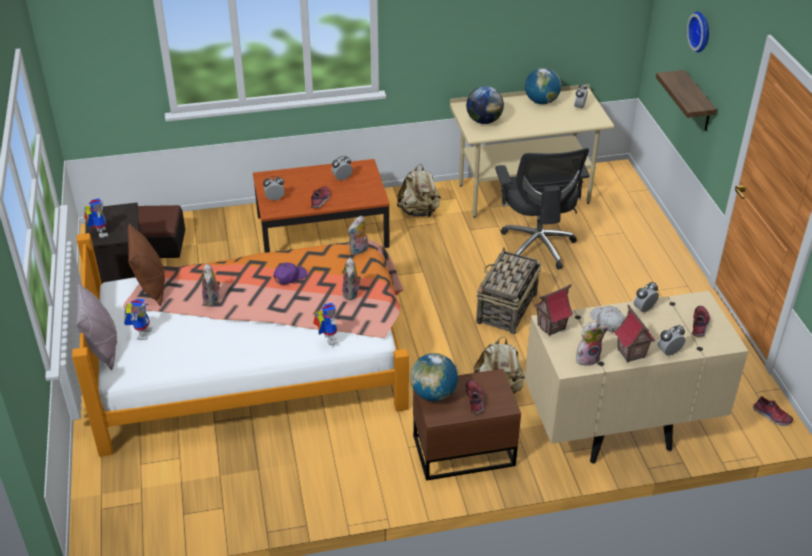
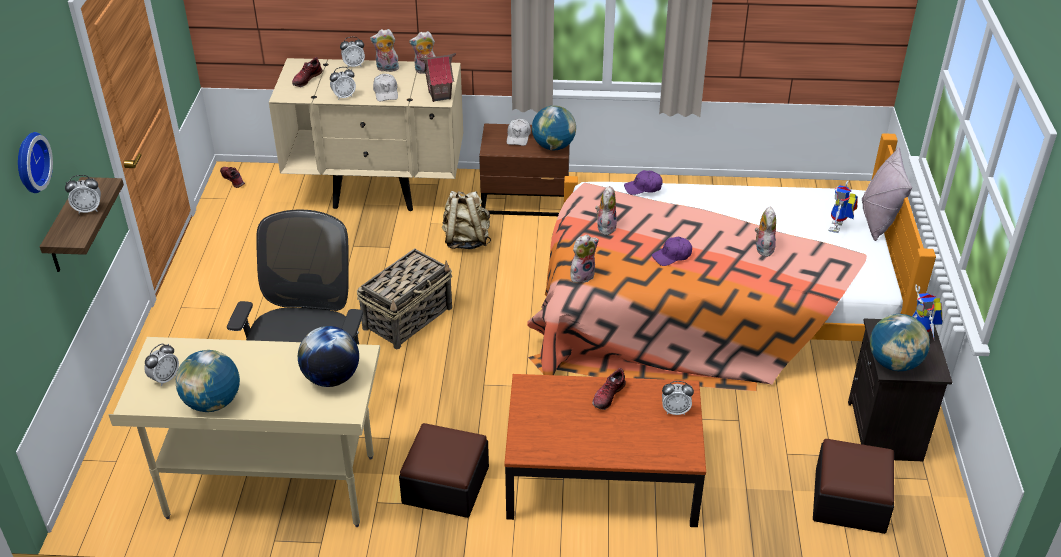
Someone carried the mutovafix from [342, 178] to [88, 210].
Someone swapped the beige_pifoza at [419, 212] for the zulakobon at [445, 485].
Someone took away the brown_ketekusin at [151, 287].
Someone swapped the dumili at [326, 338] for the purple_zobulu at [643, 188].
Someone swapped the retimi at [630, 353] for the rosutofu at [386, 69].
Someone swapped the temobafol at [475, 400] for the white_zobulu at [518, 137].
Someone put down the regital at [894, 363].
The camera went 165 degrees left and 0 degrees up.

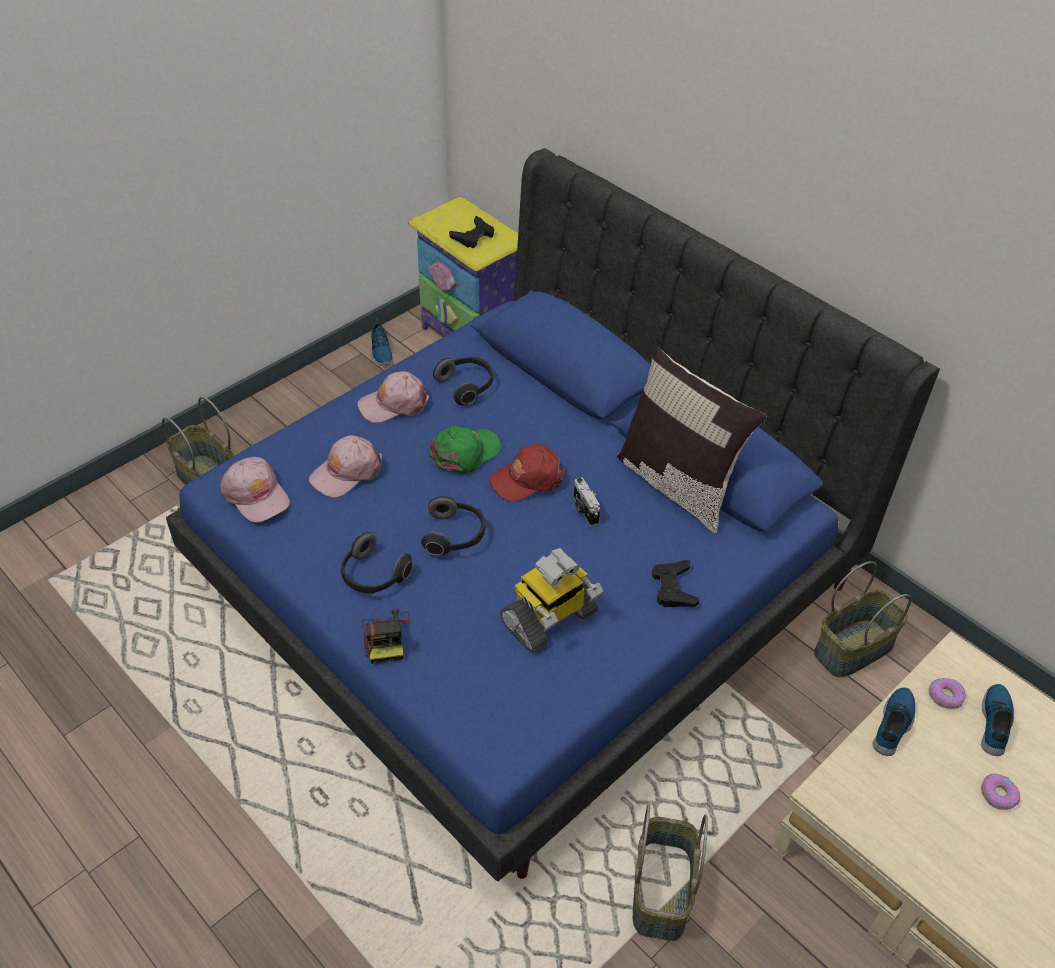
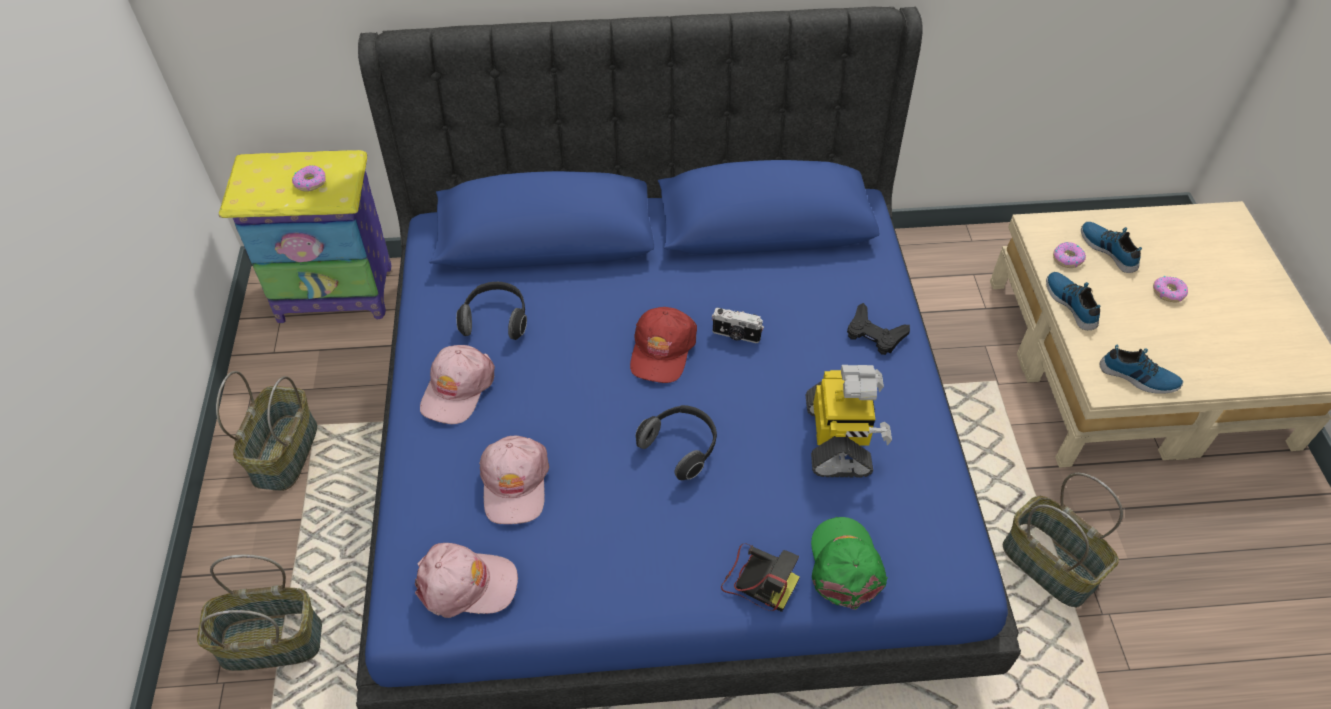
Someone swapped the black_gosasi at [473, 236] for the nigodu at [310, 182].
Someone carried the temobafol from [380, 351] to [1138, 377].
Someone took away the ketekusin at [678, 485].
Someone carried the green_zobulu from [465, 453] to [845, 565].
Someone took away the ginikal at [373, 576].
Someone carried the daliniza from [853, 647] to [284, 452].
The camera went 50 degrees left and 5 degrees up.

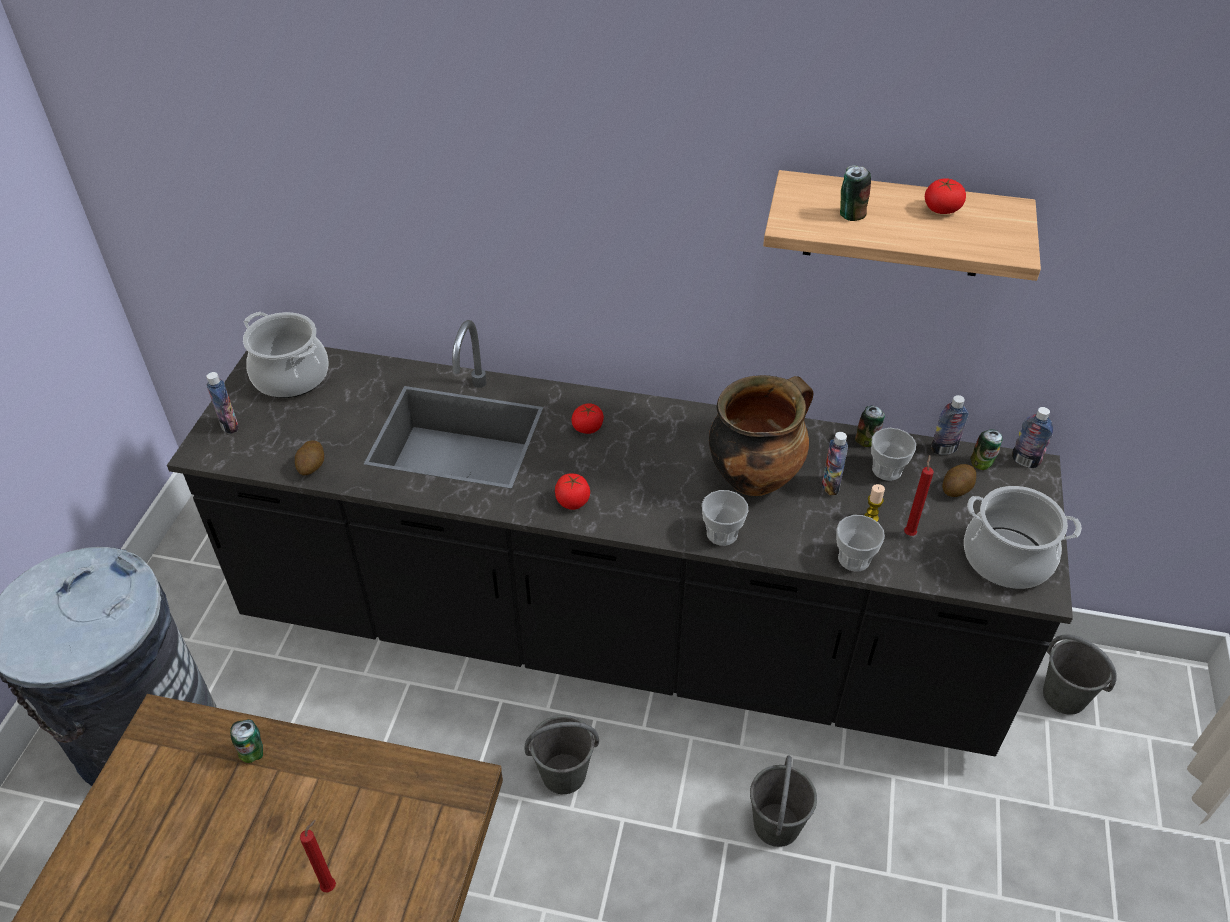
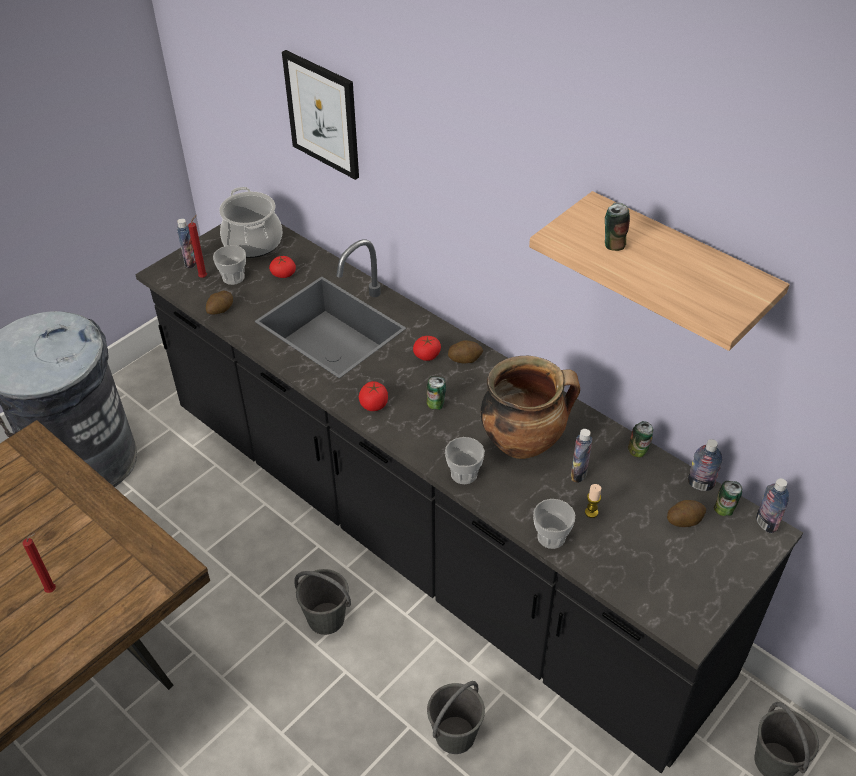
Someone carried the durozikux from [941, 209] to [283, 274].
Someone carried the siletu from [887, 470] to [233, 277].
Someone carried the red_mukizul from [909, 533] to [204, 276].
Someone took away the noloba at [1007, 558].
Someone carried the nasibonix from [253, 754] to [436, 405].
Someone put up the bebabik at [323, 114].
Someone put down the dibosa at [465, 359].
The camera went 30 degrees right and 0 degrees up.

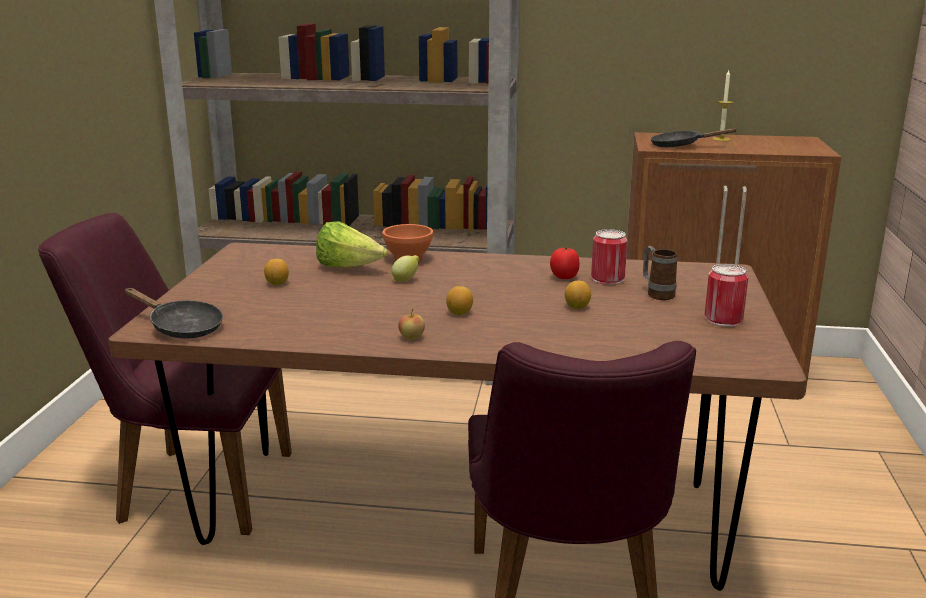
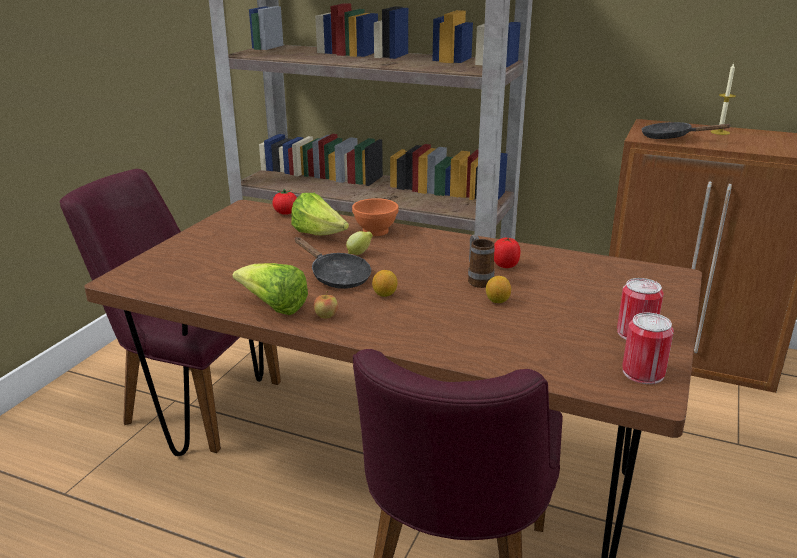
Someone carried the nasibonix from [607, 279] to [643, 373].
Someone carried the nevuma from [657, 294] to [478, 280].
Someone took away the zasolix at [277, 283].
Someone carried the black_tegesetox from [181, 327] to [336, 277].
Someone put down the durozikux at [286, 213].
Someone put down the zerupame at [274, 307].
The camera went 15 degrees right and 5 degrees up.

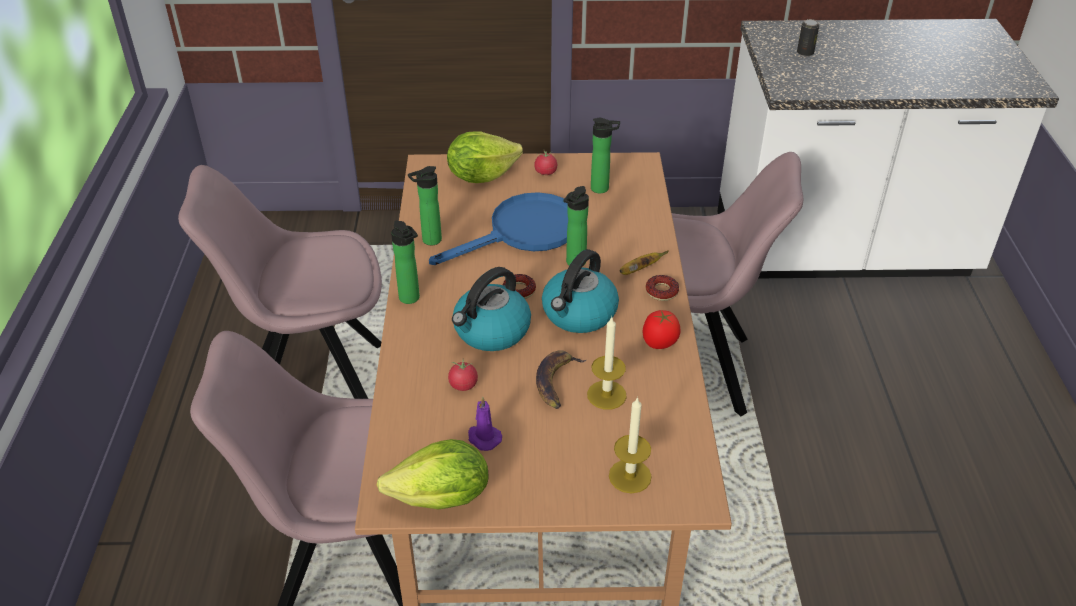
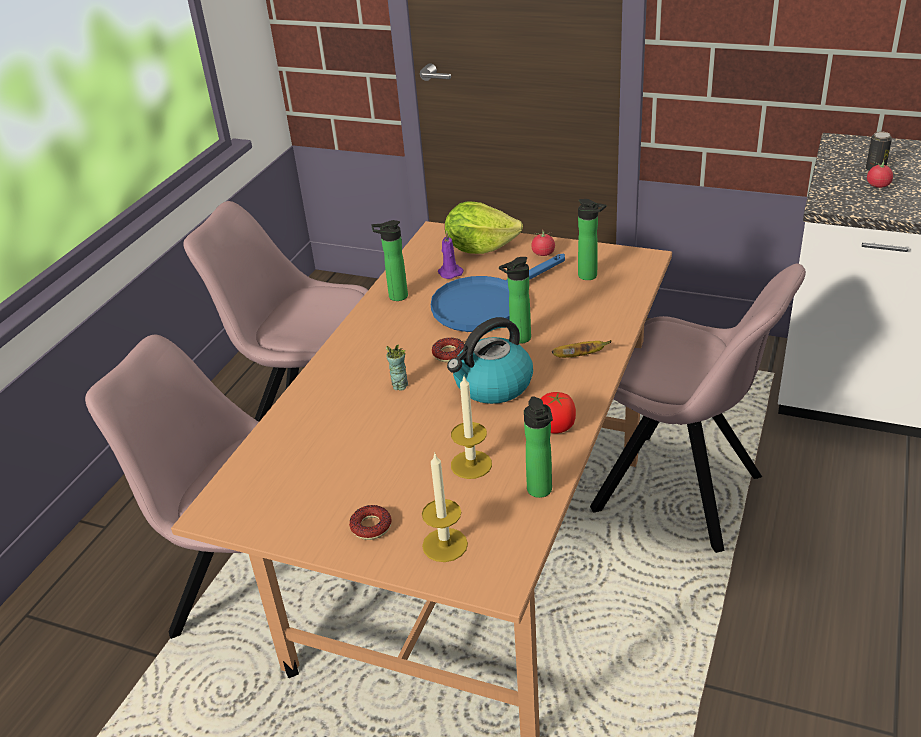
Someone rotated the blue_tegesetox at [524, 233] by 150 degrees clockwise.
Someone carried the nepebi from [411, 299] to [540, 492].
Someone swapped the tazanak at [491, 331] for the siletu at [399, 385].
Someone carried the nigodu from [661, 291] to [371, 527].
Someone took away the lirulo at [556, 381].
Someone carried the durozikux from [463, 385] to [878, 186].
Someone carried the purple_mukizul from [483, 438] to [449, 272].
Someone took away the zerupame at [442, 499].
The camera went 25 degrees right and 5 degrees down.

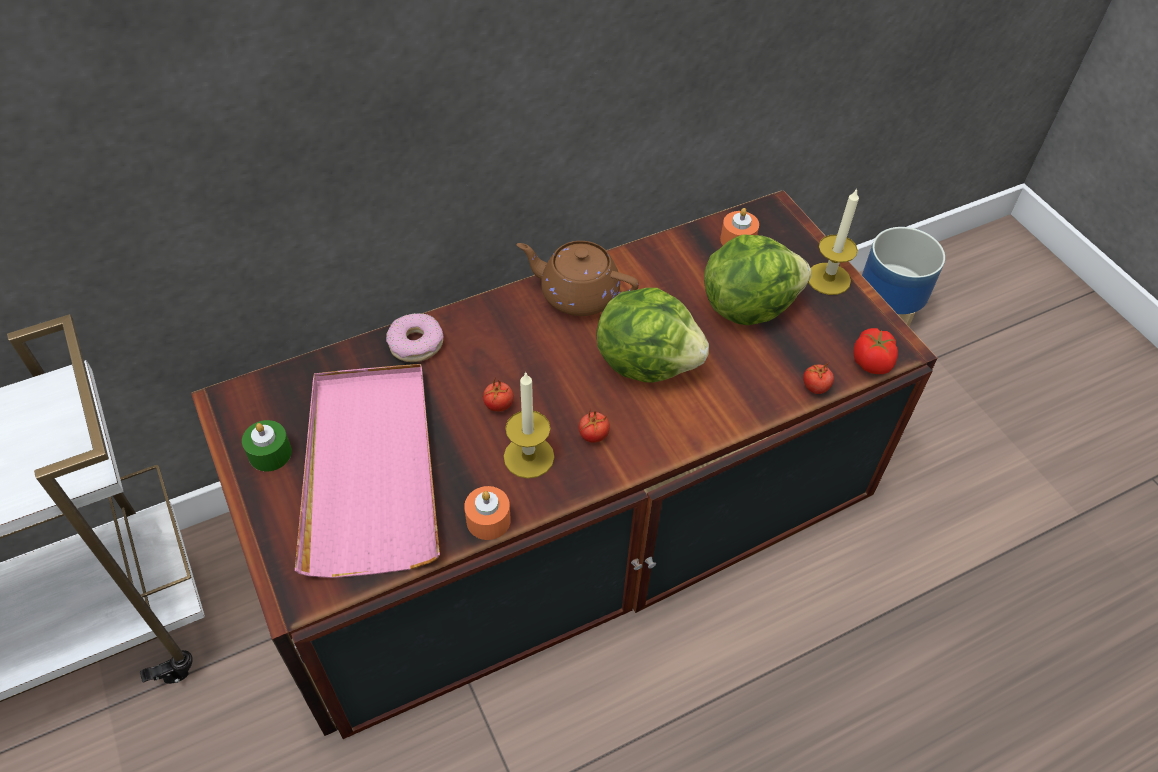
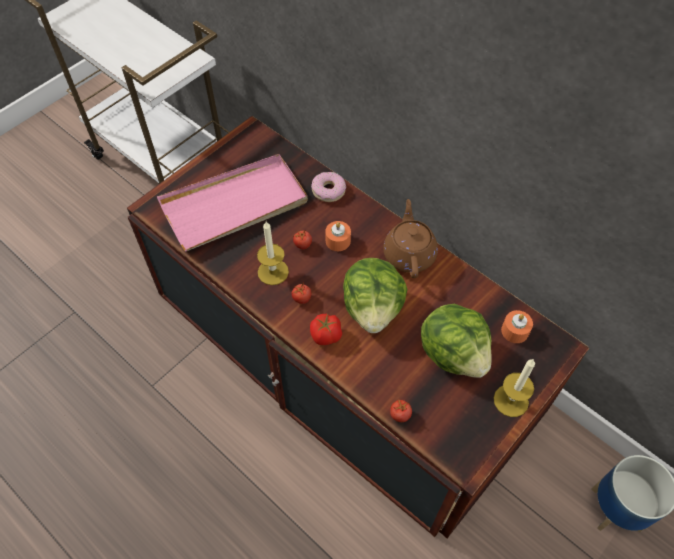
Someone carried the durozikux from [871, 363] to [326, 335].
Someone took away the green_mukizul at [270, 453].
Someone carried the orange_mukizul from [488, 520] to [338, 241].
The camera went 70 degrees right and 5 degrees up.

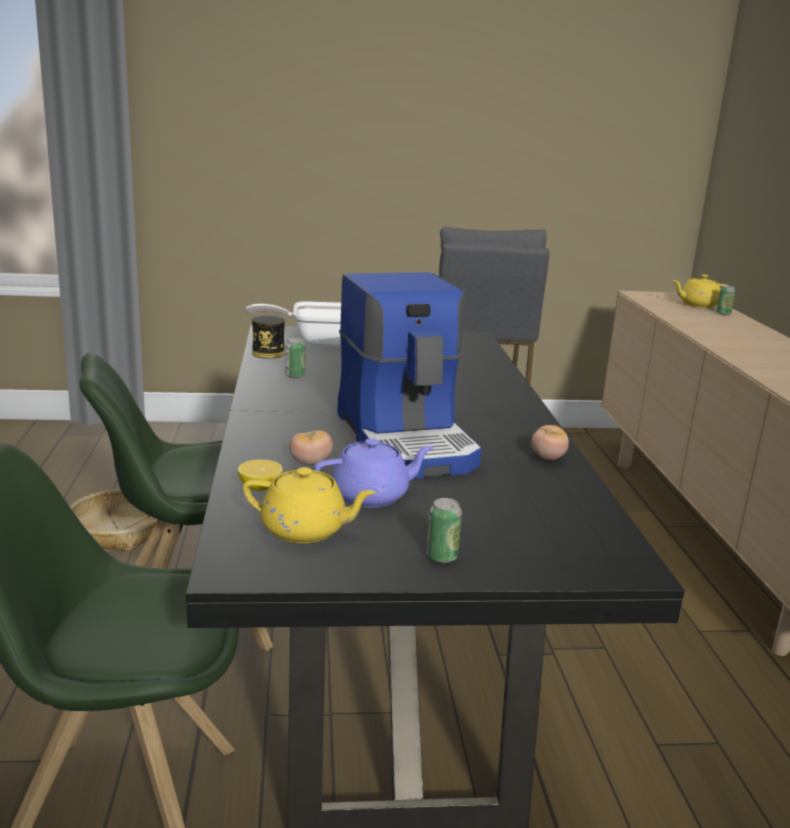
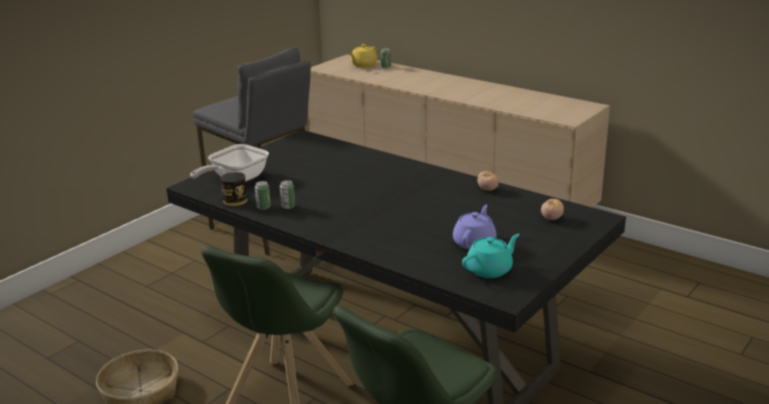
Someone took away the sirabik at [407, 440].
Someone carried the durozikux from [310, 463] to [551, 218].
Someone took away the zasolix at [260, 487].
Someone repainted the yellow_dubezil at [306, 530], which became the turquoise_dubezil at [490, 269].
Someone carried the nasibonix from [442, 557] to [263, 207].
The camera went 45 degrees left and 5 degrees up.

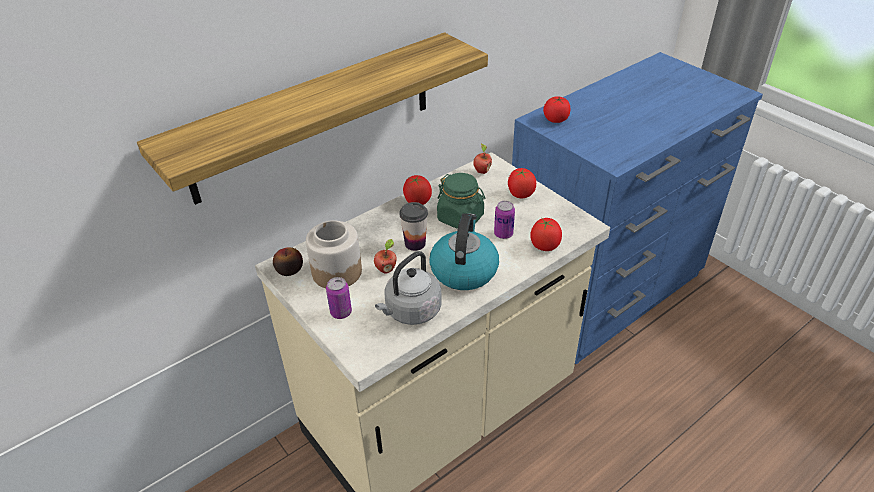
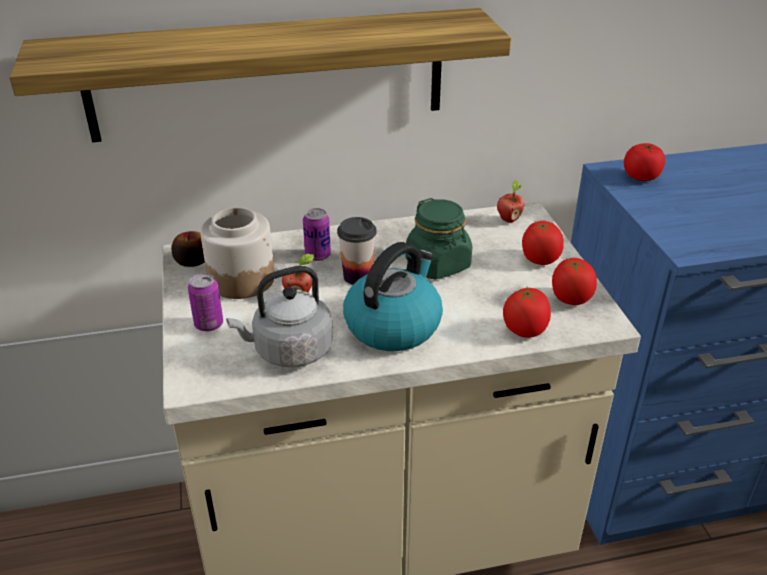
Someone carried the durozikux from [417, 202] to [570, 299].
Someone carried the nasibonix from [503, 234] to [318, 255].
The camera went 25 degrees right and 5 degrees down.

